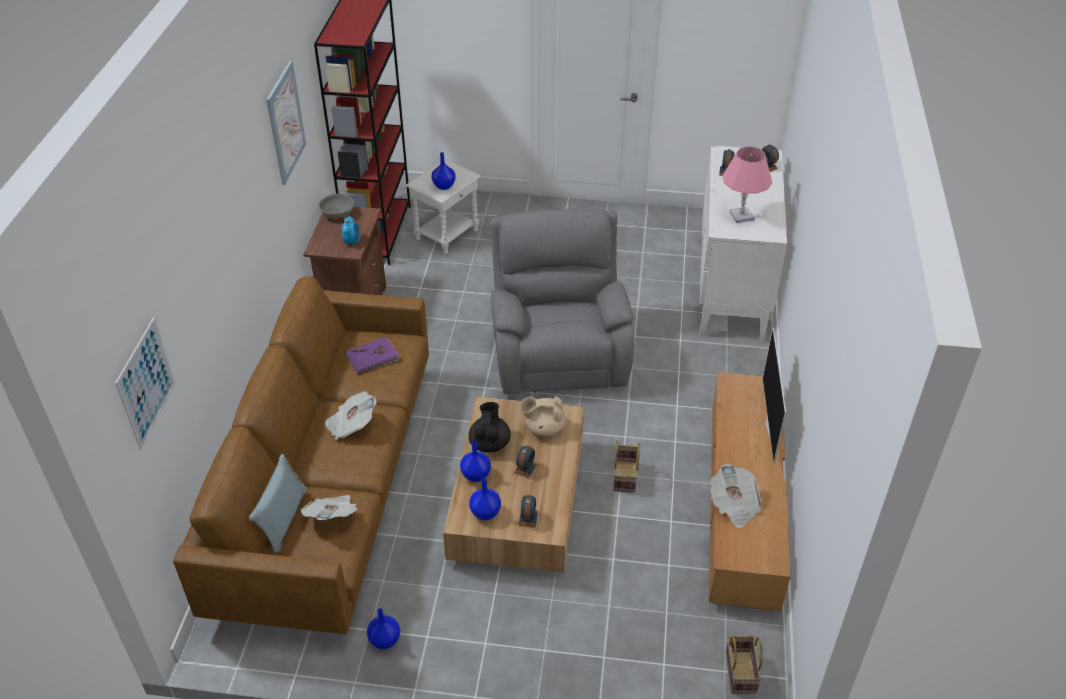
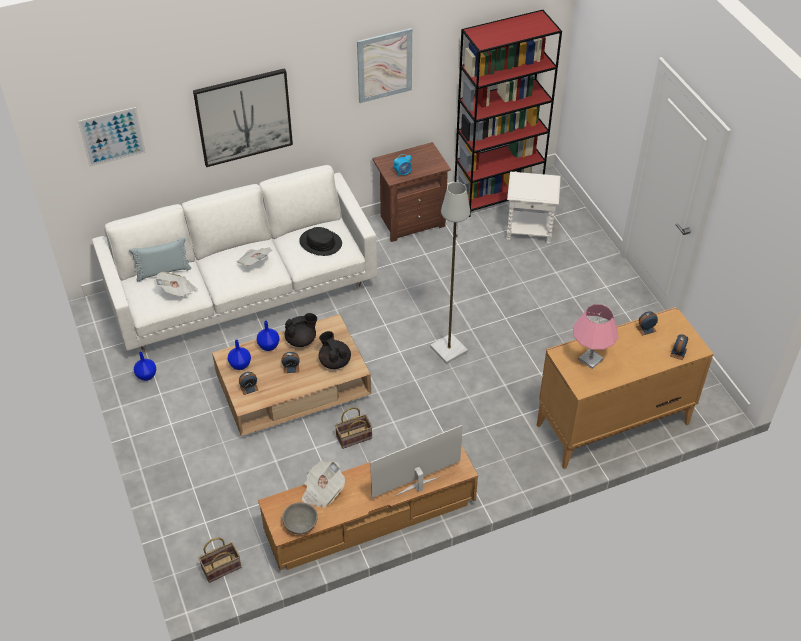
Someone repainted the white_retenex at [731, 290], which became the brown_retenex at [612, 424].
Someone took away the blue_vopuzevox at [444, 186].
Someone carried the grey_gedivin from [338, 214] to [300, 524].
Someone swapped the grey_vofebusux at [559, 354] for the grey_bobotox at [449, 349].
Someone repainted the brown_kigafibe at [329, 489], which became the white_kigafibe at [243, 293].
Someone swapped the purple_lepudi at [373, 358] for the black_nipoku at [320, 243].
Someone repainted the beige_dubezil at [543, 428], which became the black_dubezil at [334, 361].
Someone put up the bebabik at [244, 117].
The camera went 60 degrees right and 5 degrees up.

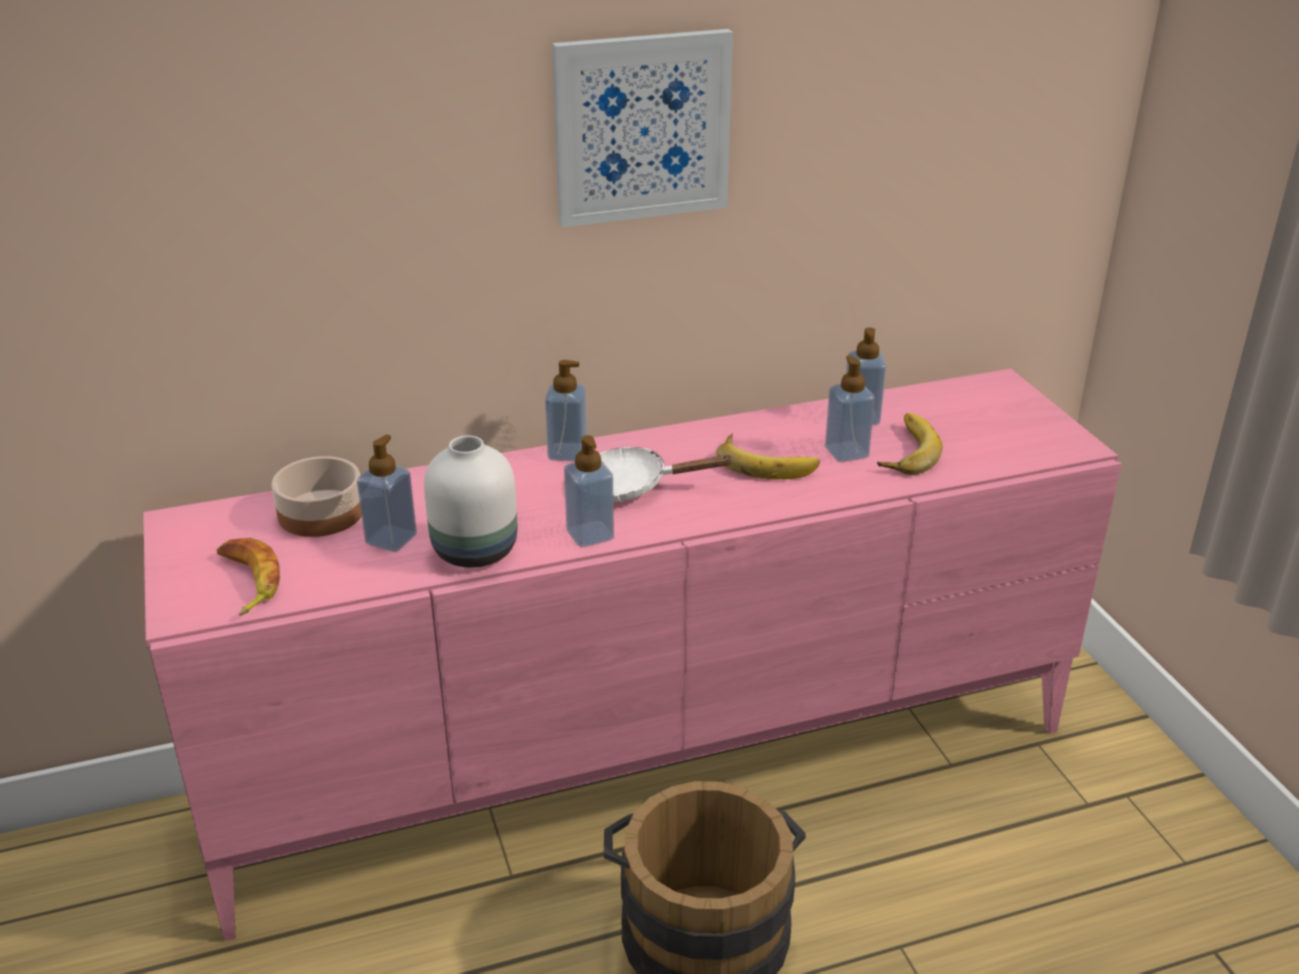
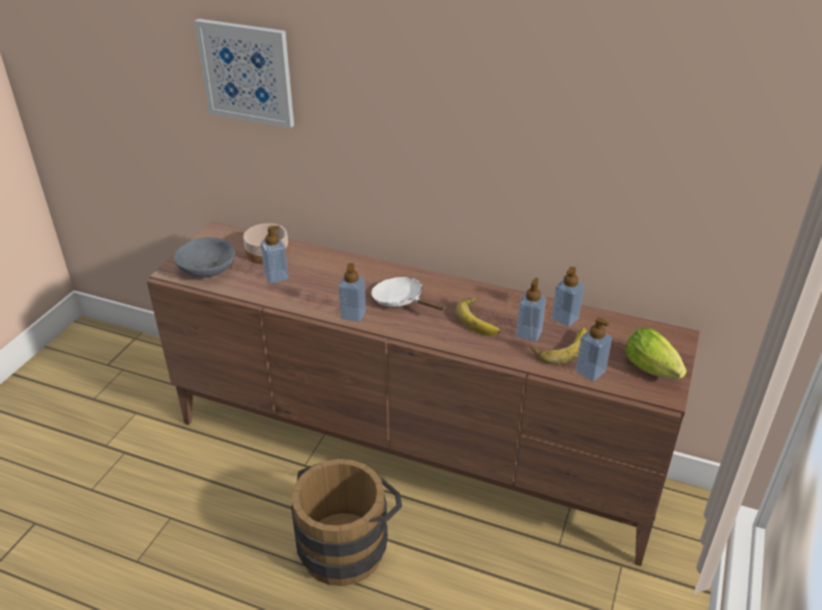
Someone carried the bebabik from [641, 127] to [247, 72].
Someone carried the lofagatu from [567, 453] to [590, 371].
Someone repainted the pink_retenex at [651, 764], which became the brown_retenex at [413, 453].
Someone took away the white_vopuzevox at [477, 550].
Someone swapped the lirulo at [246, 582] for the grey_gedivin at [206, 269].
Someone put down the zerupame at [654, 371].
The camera went 40 degrees right and 5 degrees up.

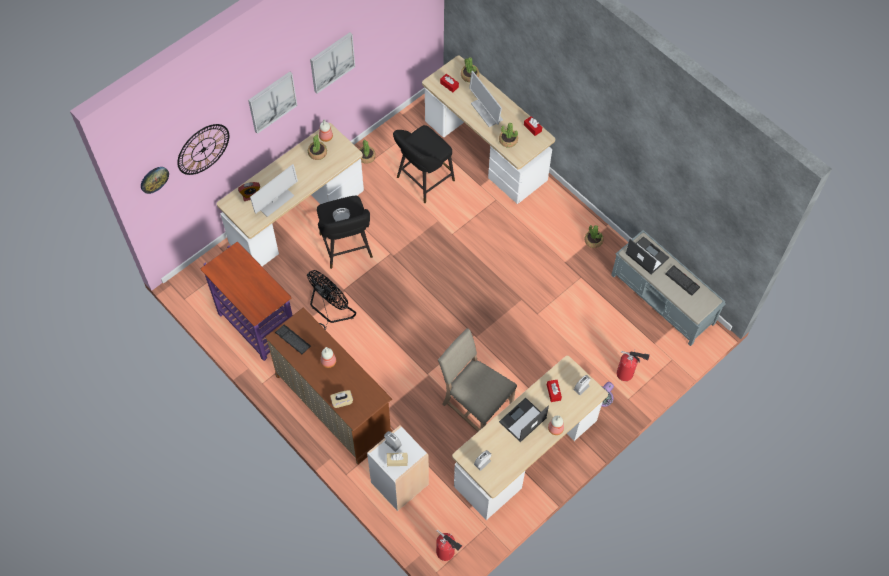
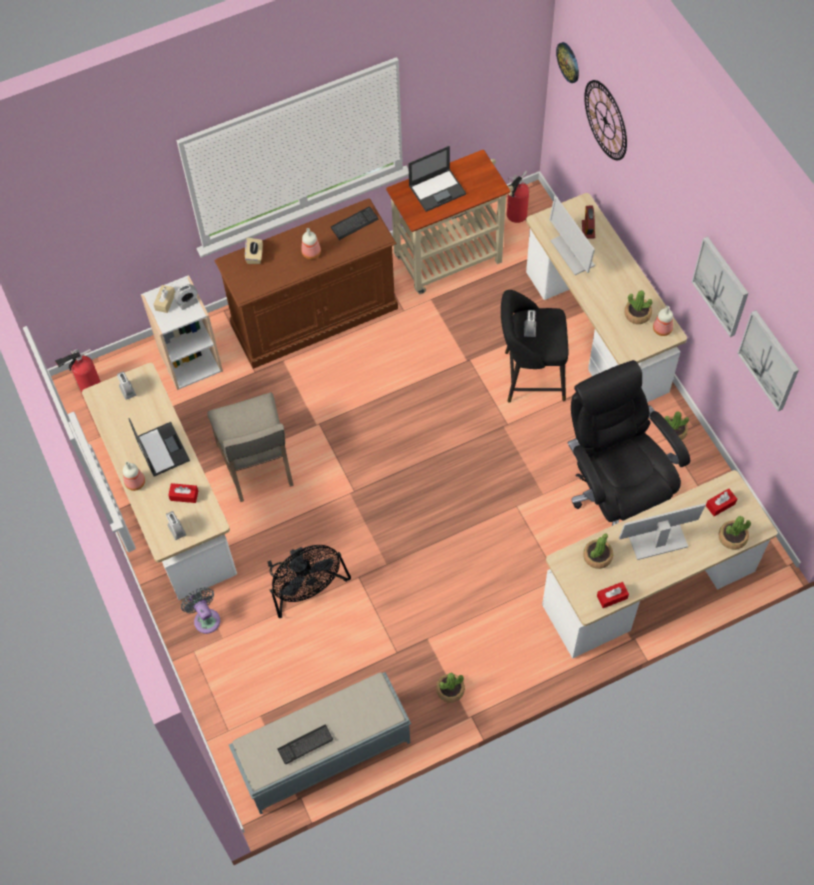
Someone carried the bebabik from [272, 101] to [769, 360].
Someone swapped the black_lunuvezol at [423, 180] for the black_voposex at [615, 492].
Someone carried the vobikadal from [646, 255] to [437, 190].
Someone repainted the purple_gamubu at [256, 324], which became the beige_gamubu at [450, 259].
Someone carried the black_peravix from [327, 310] to [303, 587].
Someone rotated the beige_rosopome at [474, 404] by 105 degrees clockwise.
Someone carried the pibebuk from [626, 374] to [515, 216].
The camera went 110 degrees right and 0 degrees up.

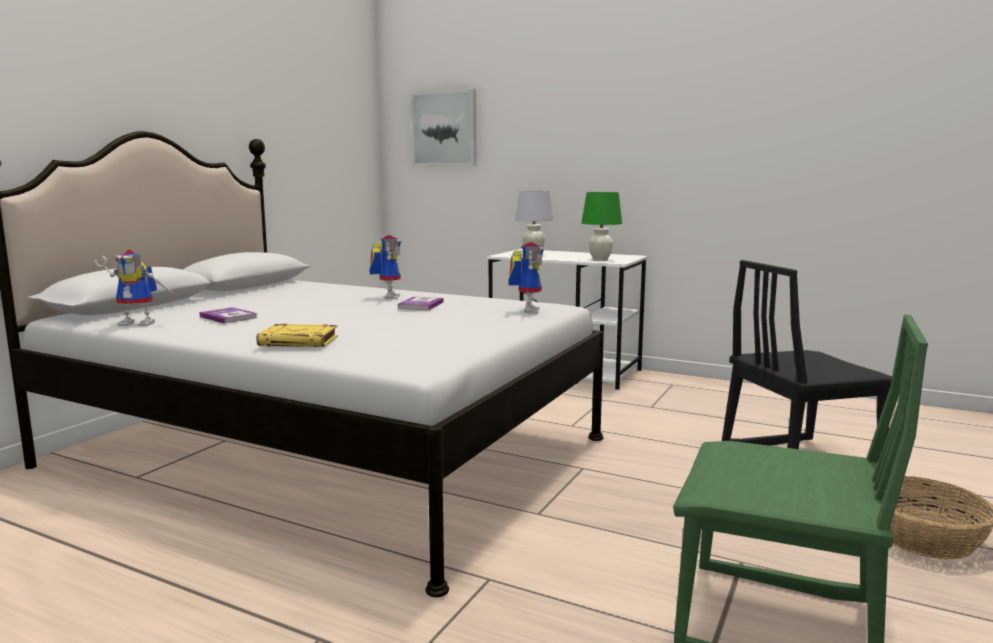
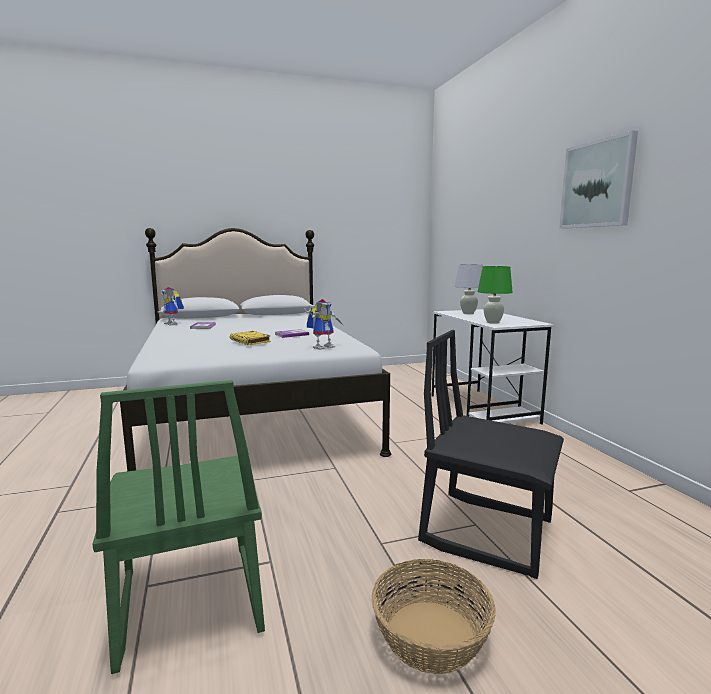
Someone carried the bebabik from [444, 128] to [597, 184].
Someone took away the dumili at [388, 297].
Someone carried the yellow_lepudi from [299, 341] to [250, 341].
The camera went 45 degrees right and 0 degrees up.

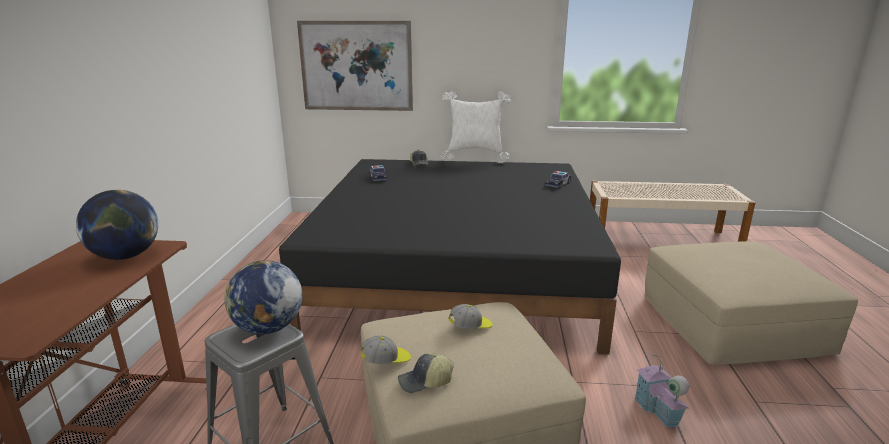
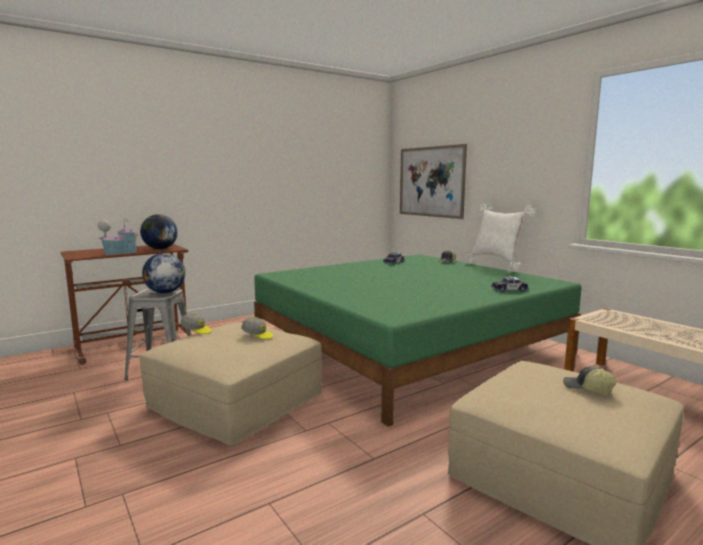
Someone repainted the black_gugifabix at [456, 270], which became the green_gugifabix at [408, 346].
Someone carried the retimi from [656, 410] to [120, 253].
Someone carried the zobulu from [425, 382] to [587, 389].
The camera went 50 degrees right and 10 degrees down.

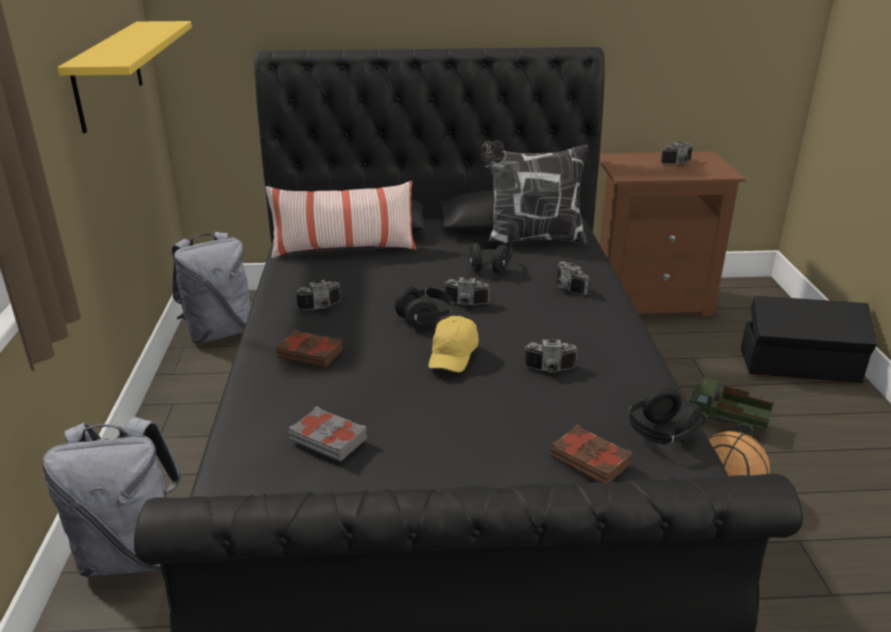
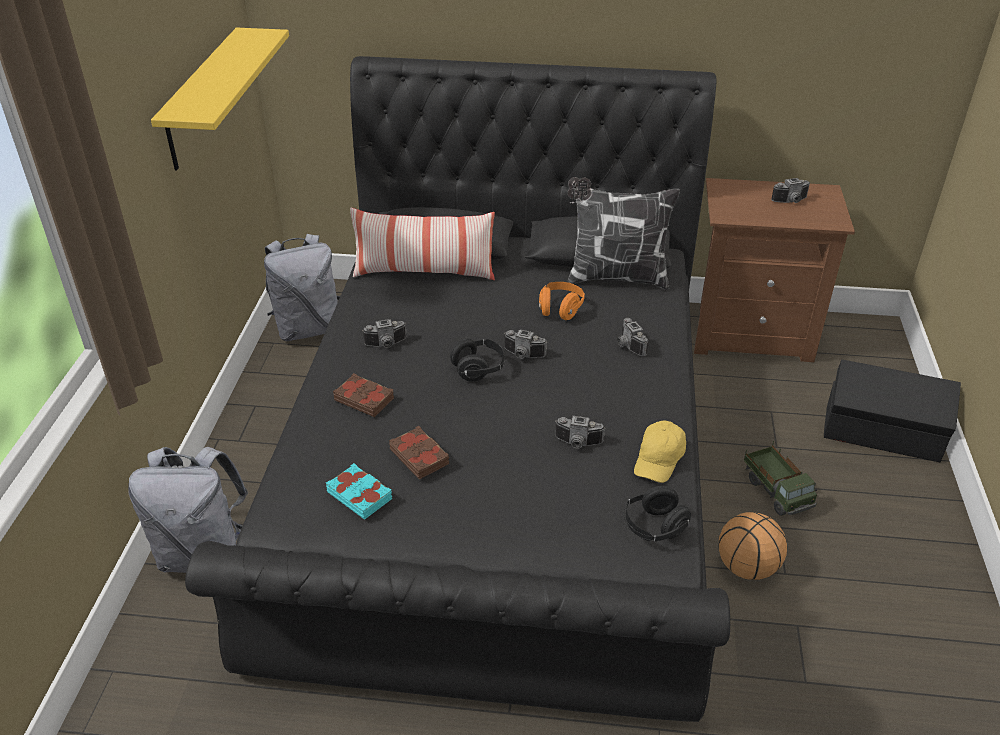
Someone repainted the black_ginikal at [489, 266], which became the orange_ginikal at [560, 309].
Someone carried the yellow_zobulu from [453, 355] to [659, 459].
Someone rotated the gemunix at [726, 423] by 150 degrees counterclockwise.
Someone repainted the grey_lepudi at [329, 439], which became the turquoise_lepudi at [360, 495].
Someone carried the brown_lepudi from [590, 460] to [420, 456].
The camera went 10 degrees right and 10 degrees up.

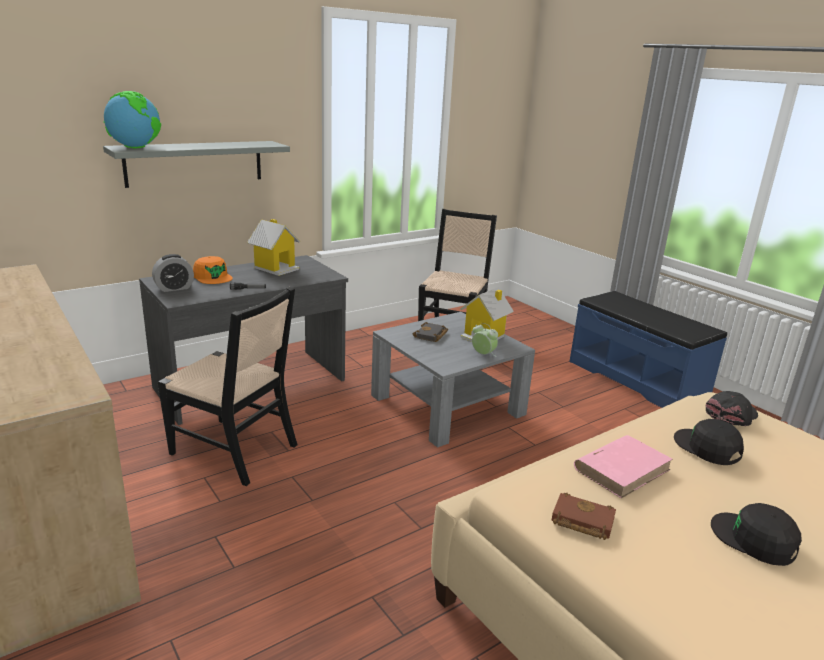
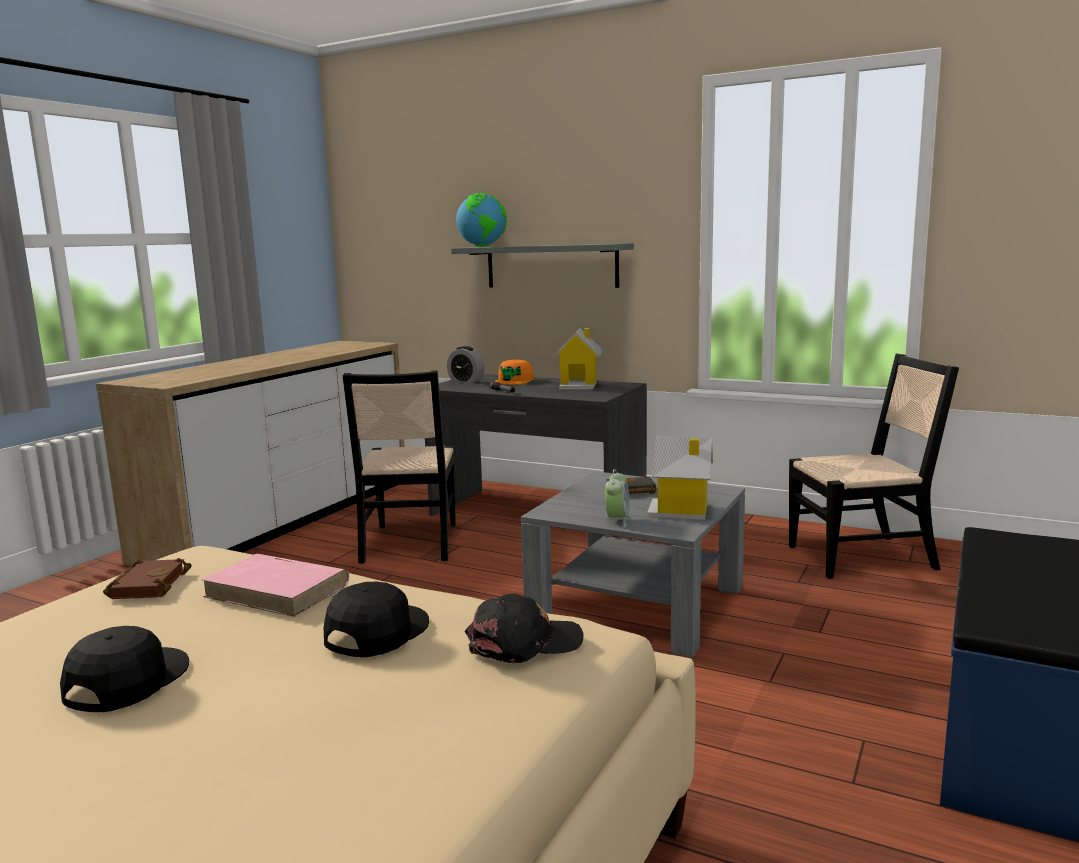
Someone rotated the black_zobulu at [731, 415] by 45 degrees counterclockwise.
The camera went 65 degrees right and 10 degrees down.

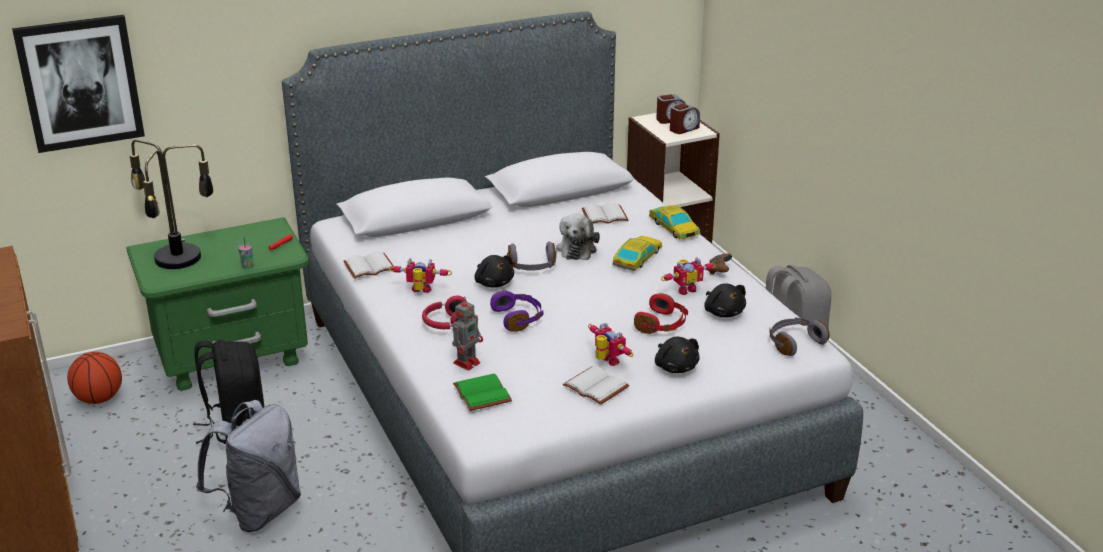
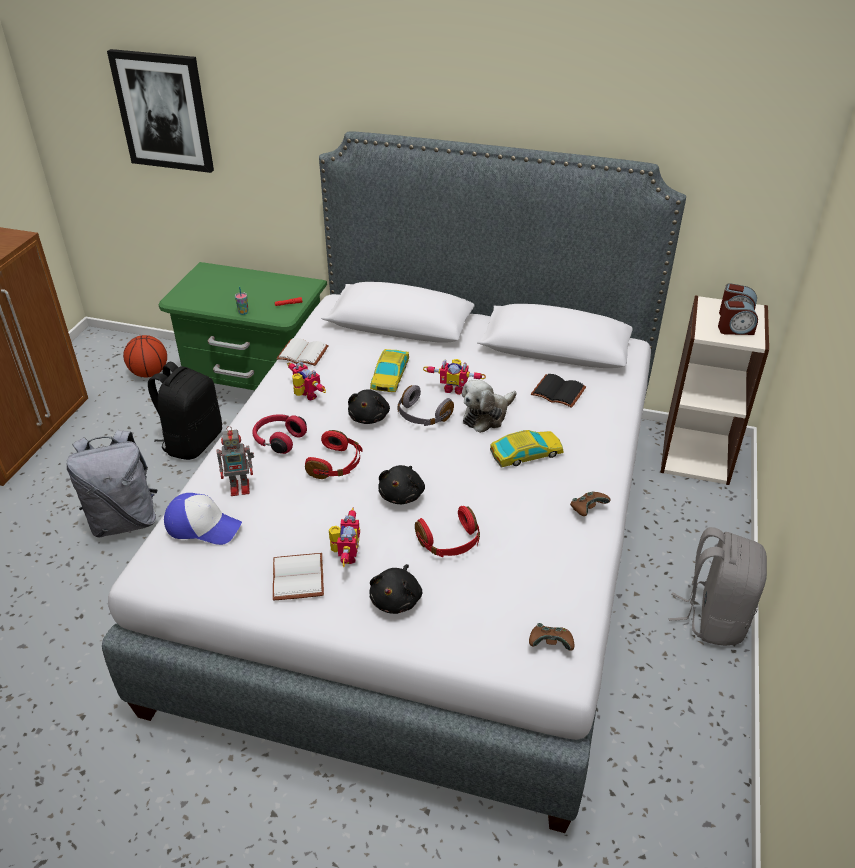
Someone took away the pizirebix at [177, 258].
Someone repainted the white_lepudi at [605, 215], which became the black_lepudi at [559, 391].
Someone carried the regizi from [674, 227] to [390, 375].
Someone carried the dumili from [685, 289] to [454, 388].
Someone carried the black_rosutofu from [723, 312] to [402, 495].
Someone repainted the purple_ginikal at [518, 318], which became the red_ginikal at [336, 464].
Someone swapped the grey_ginikal at [794, 343] for the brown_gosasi at [550, 644].
Someone swapped the green_lepudi at [480, 393] for the zobulu at [203, 526].
The camera went 40 degrees right and 10 degrees up.

